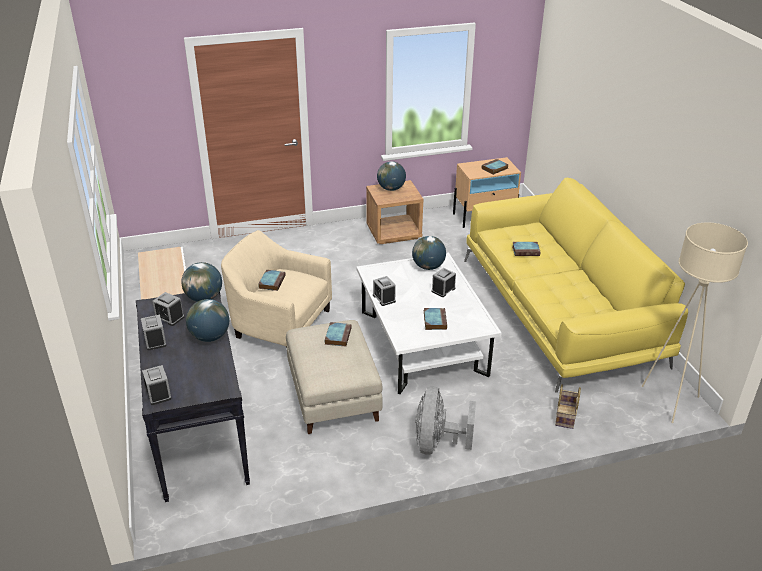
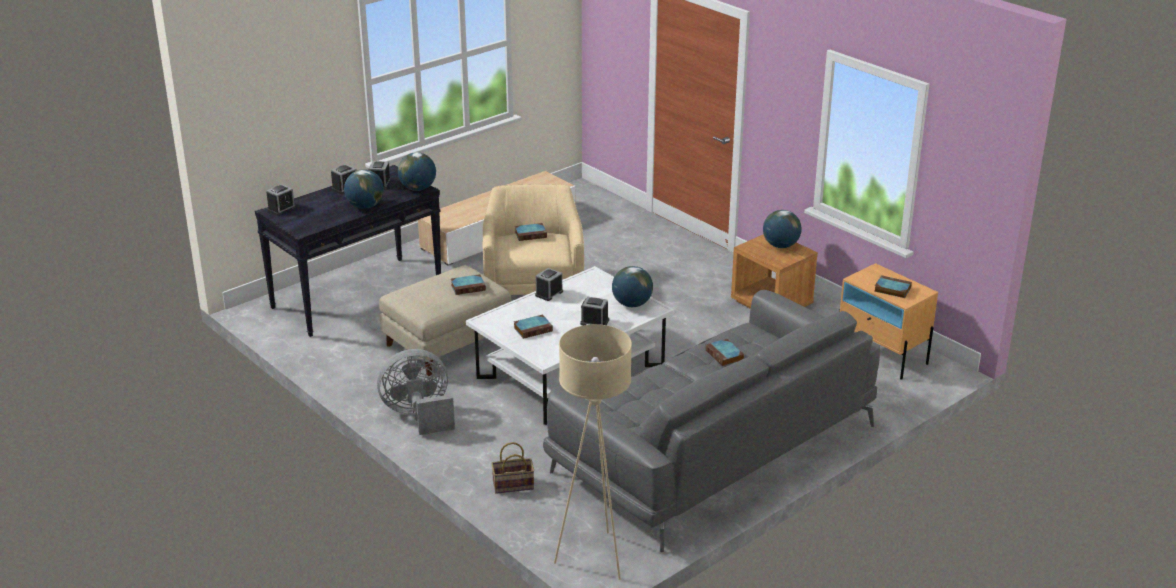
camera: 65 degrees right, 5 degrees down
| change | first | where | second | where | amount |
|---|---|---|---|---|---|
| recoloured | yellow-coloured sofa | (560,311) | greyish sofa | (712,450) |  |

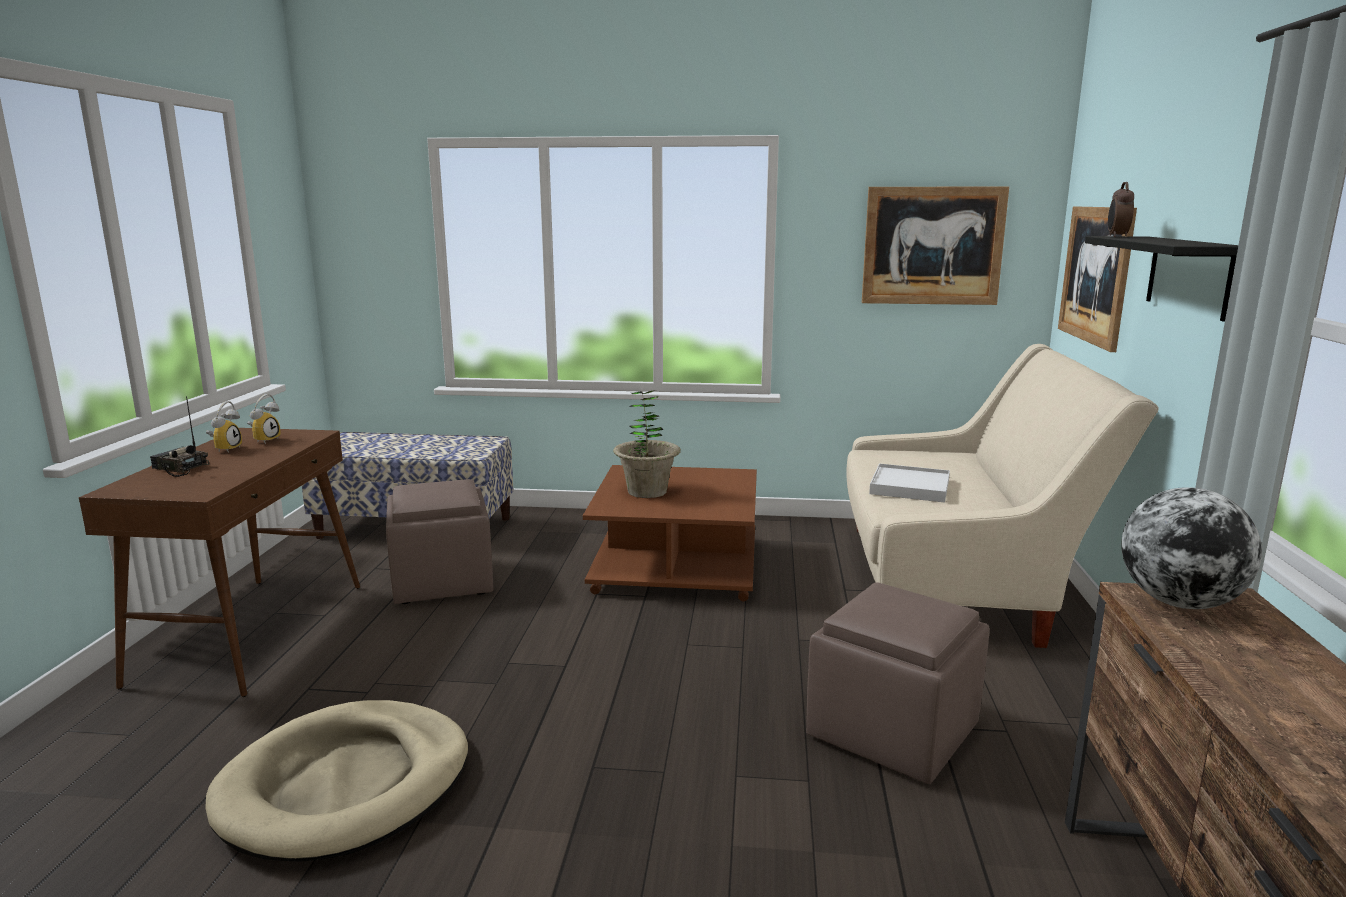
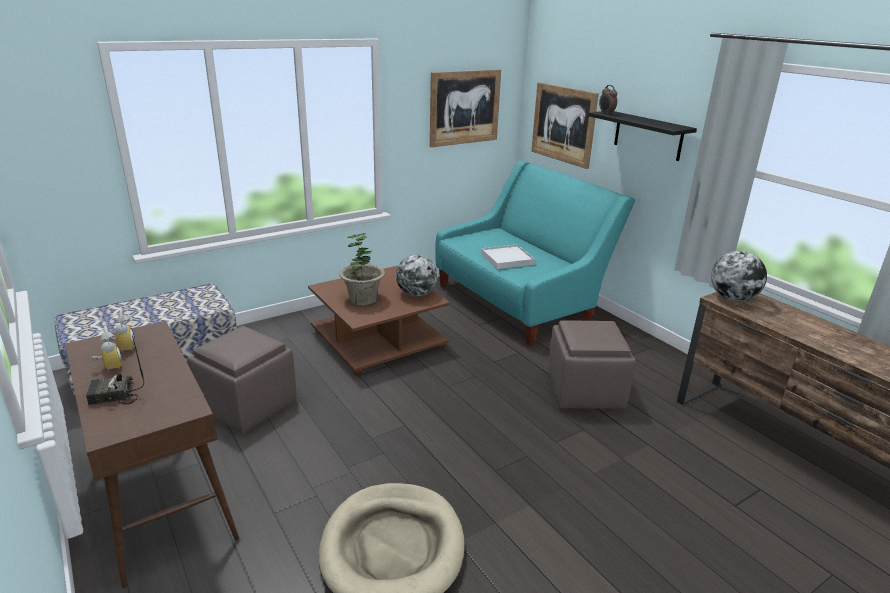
camera: 40 degrees left, 10 degrees up
| change | first | where | second | where | amount |
|---|---|---|---|---|---|
| added |  |  | globe | (416,294) |  |
| recoloured | beige sofa | (957,580) | turquoise-coloured sofa | (519,302) |  |

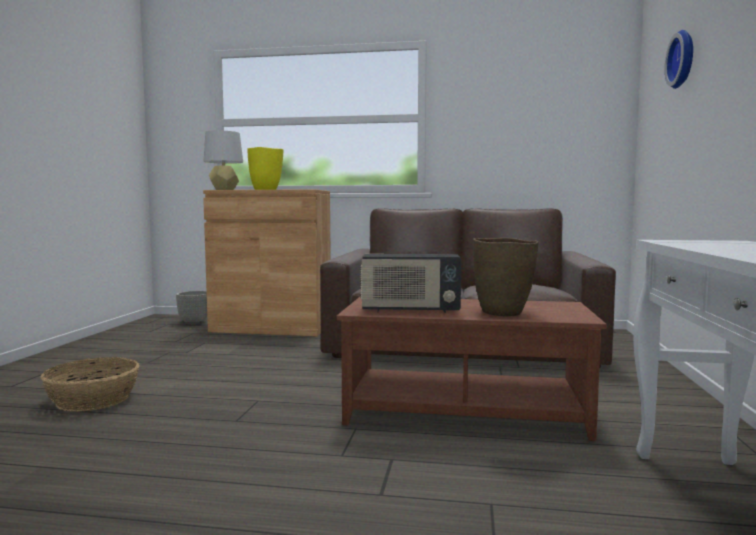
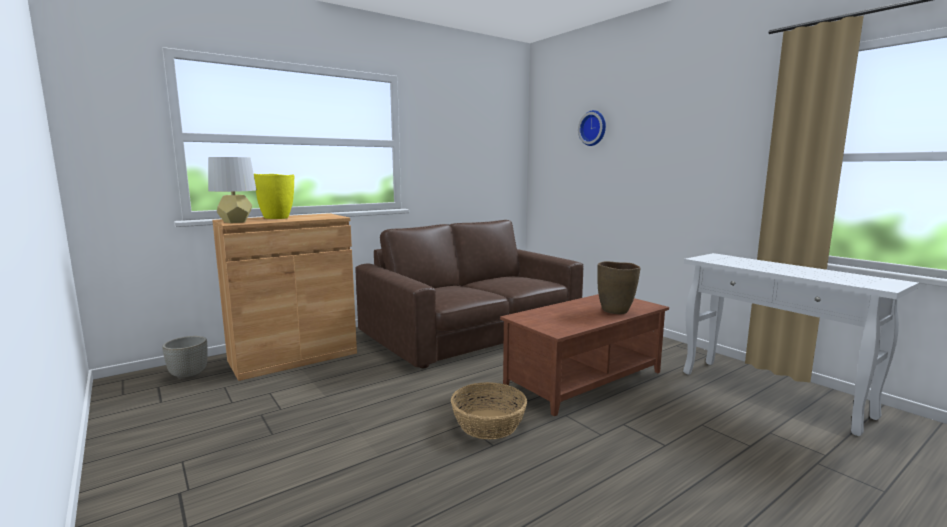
camera: 45 degrees left, 5 degrees up
| change | first | where | second | where | amount |
|---|---|---|---|---|---|
| removed | radio set | (410,310) |  |  |  |
| moved | basket | (94,400) |  | (489,424) |  |

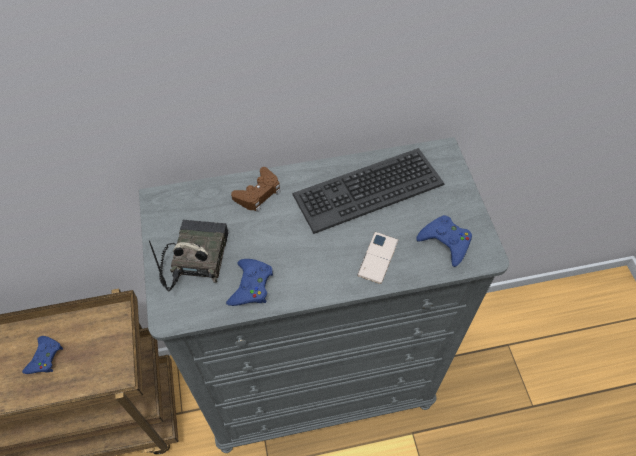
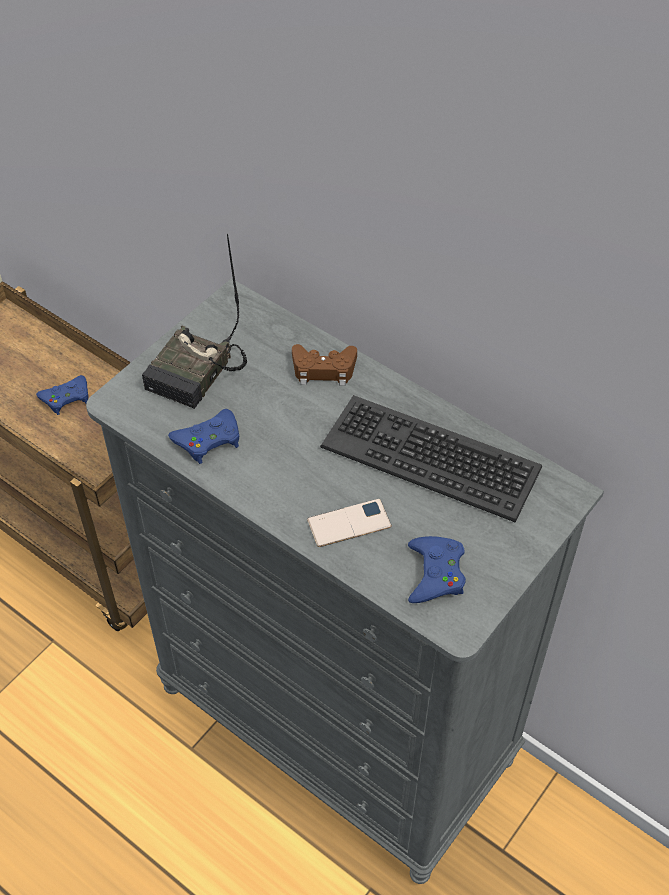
camera: 50 degrees right, 5 degrees down
| change | first | where | second | where | amount |
|---|---|---|---|---|---|
| turned | radio set | (195,258) |  | (197,375) | 150 degrees clockwise |

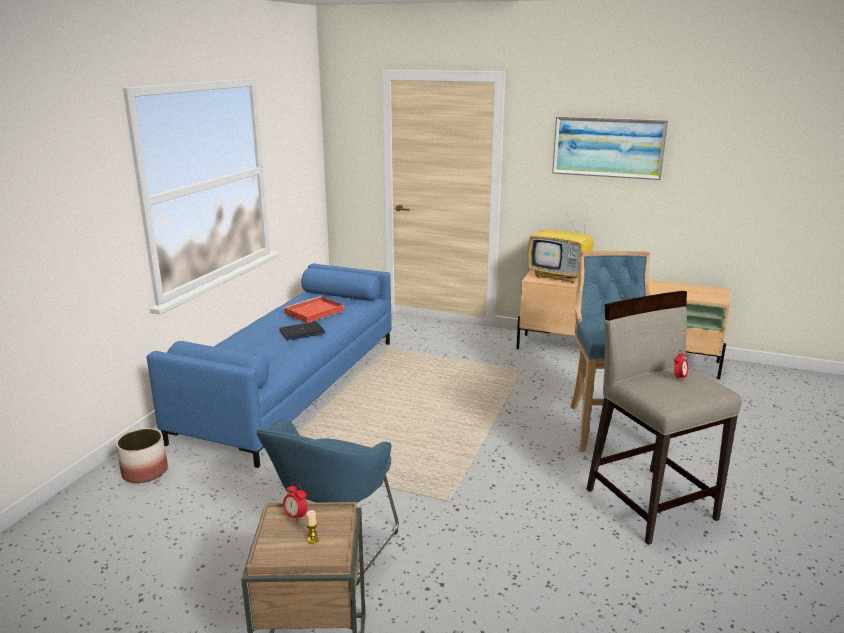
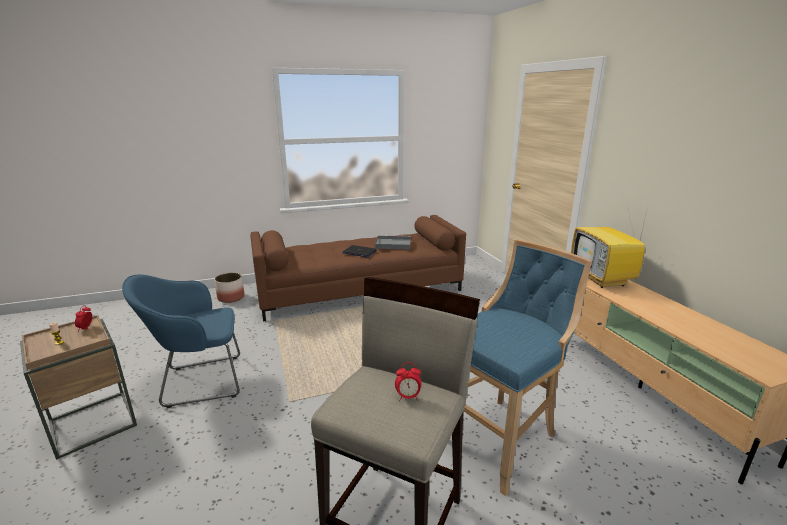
camera: 50 degrees right, 0 degrees up
| change | first | where | second | where | amount |
|---|---|---|---|---|---|
| removed | picture | (608,147) |  |  |  |
| recoloured | blue-coloured sofa | (292,386) | brown sofa | (360,290) |  |
| recoloured | reddish serving tray | (313,312) | greyish serving tray | (392,244) |  |

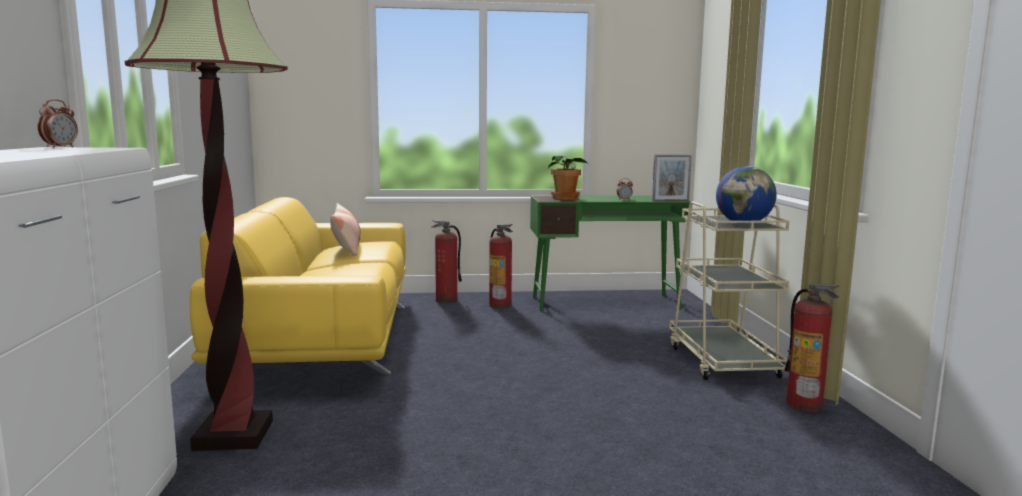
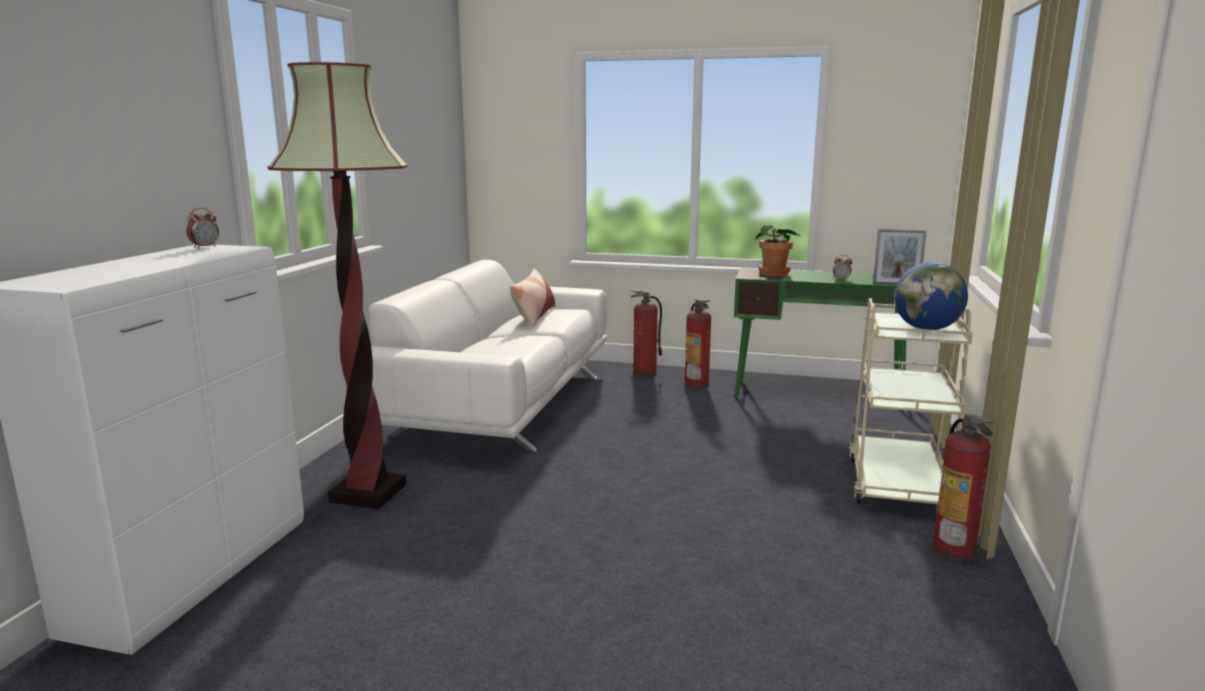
camera: 20 degrees right, 5 degrees up
| change | first | where | second | where | amount |
|---|---|---|---|---|---|
| recoloured | yellow-coloured sofa | (325,336) | whitish sofa | (502,403) |  |

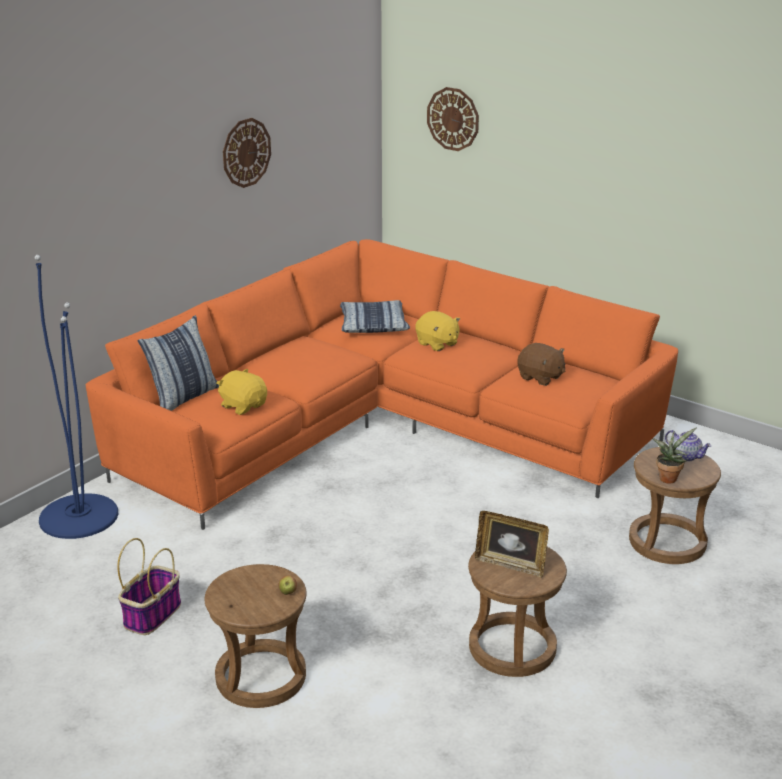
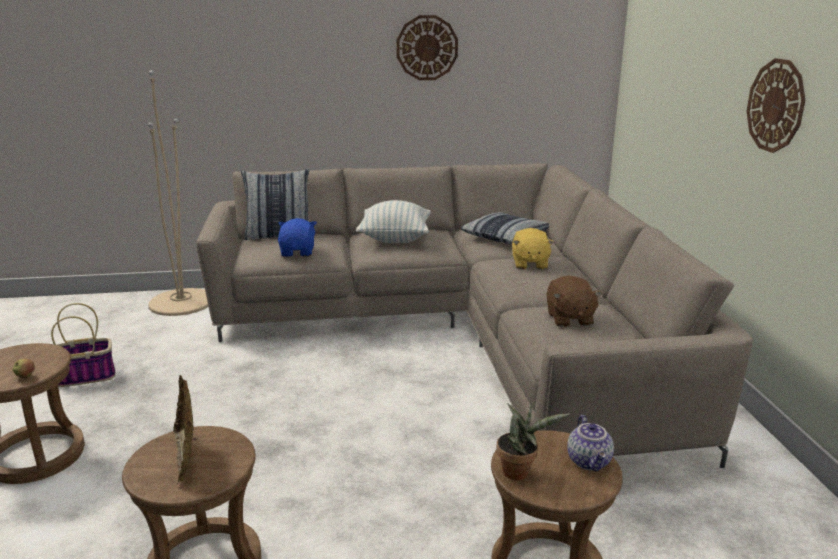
camera: 45 degrees right, 5 degrees down
| change | first | where | second | where | amount |
|---|---|---|---|---|---|
| added |  |  | cushion | (395,239) |  |
| moved | clock on the wall | (453,119) |  | (776,105) |  |
| recoloured | blue-coloured standard lamp | (79,516) | beige standard lamp | (181,302) |  |
| recoloured | orangey sofa | (381,429) | beige sofa | (461,333) |  |
| recoloured | yellow-coloured plush toy | (243,406) | blue-coloured plush toy | (298,252) |  |

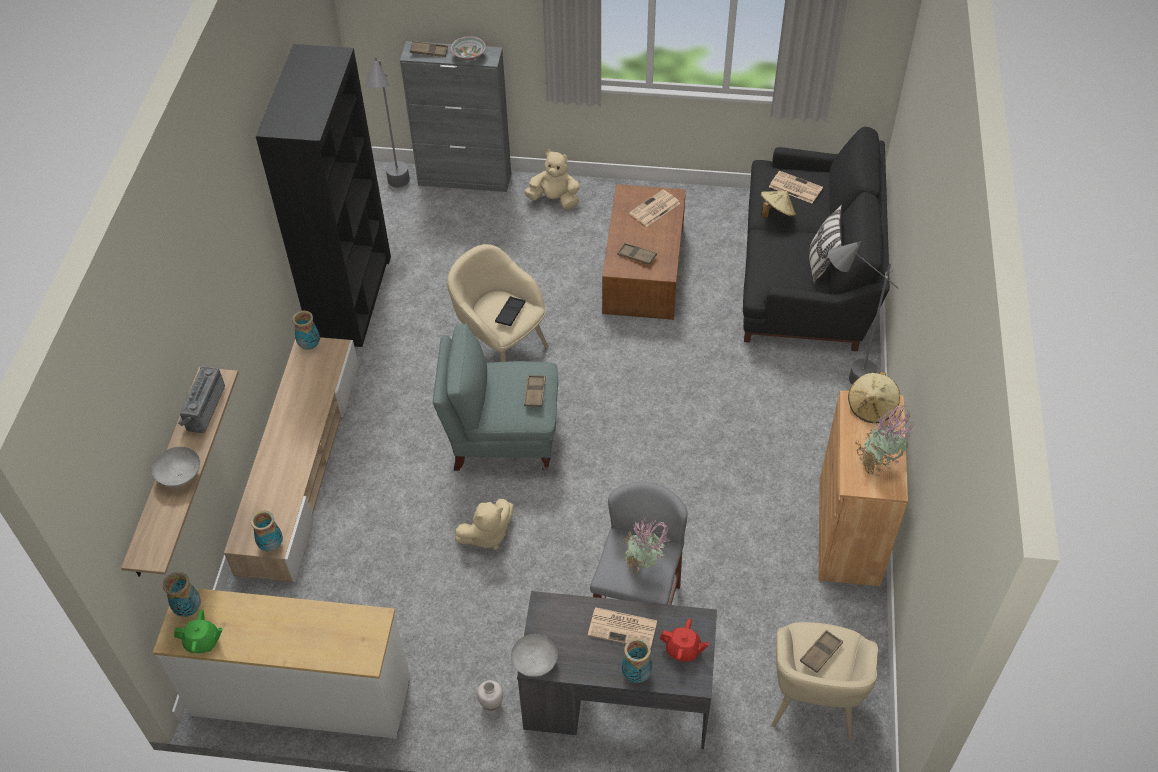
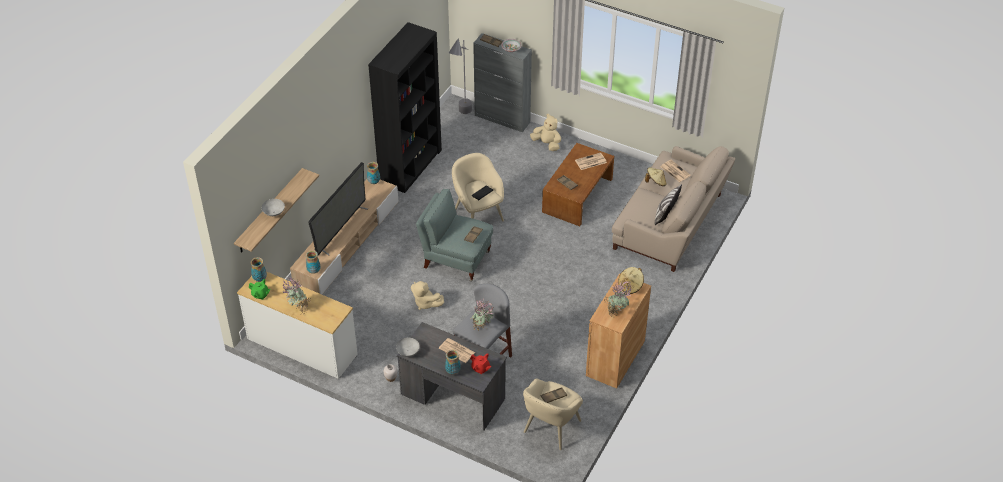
camera: 20 degrees right, 5 degrees down
| change | first | where | second | where | amount |
|---|---|---|---|---|---|
| removed | radio set | (203,408) |  |  |  |
| removed | greyish standard lamp | (840,379) |  |  |  |
| added |  |  | potted plant | (298,309) |  |
| added |  |  | television | (341,229) |  |
| recoloured | black-coloured sofa | (808,272) | beige sofa | (671,222) |  |
| turned | beige plush toy | (487,535) |  | (425,303) | 45 degrees clockwise |

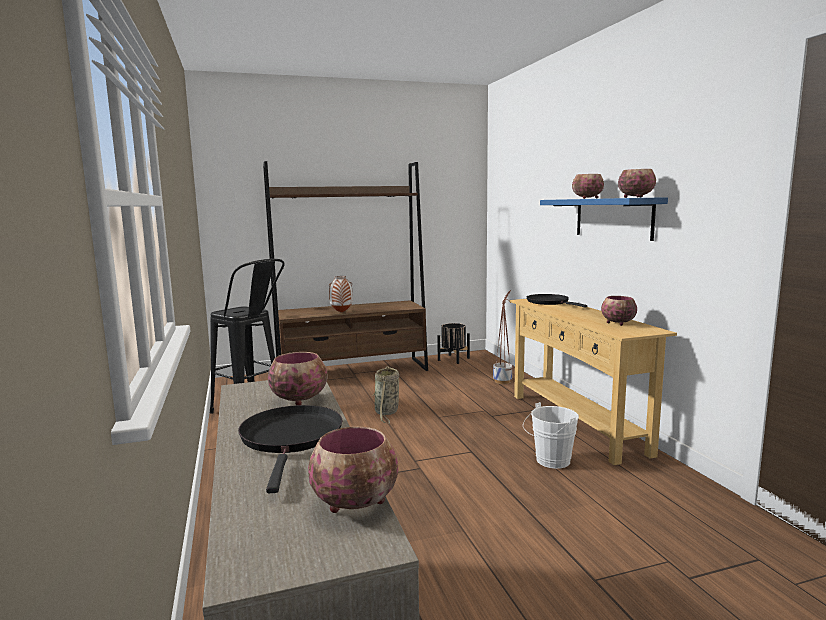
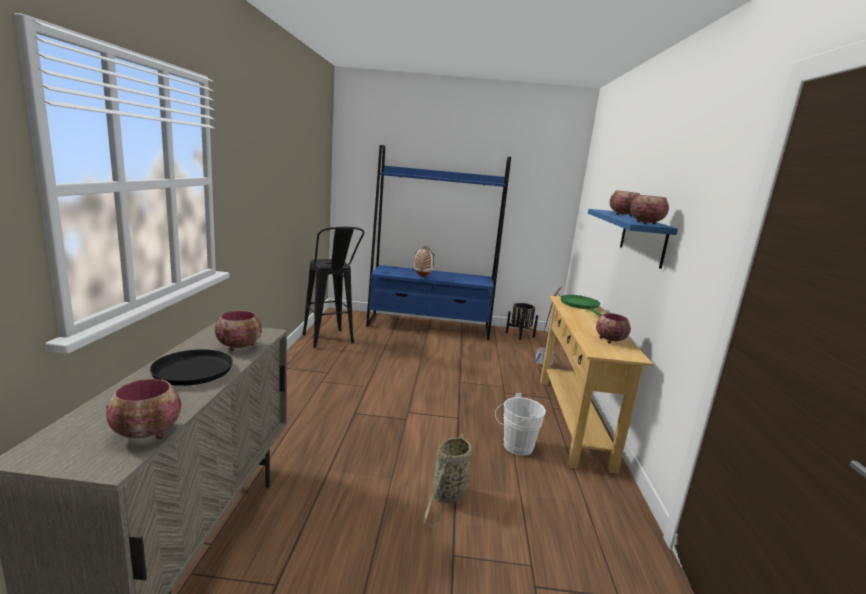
camera: 20 degrees right, 5 degrees up
| change | first | where | second | where | amount |
|---|---|---|---|---|---|
| moved | basket | (386,413) |  | (447,496) |  |
| recoloured | brown bookcase | (353,372) | blue-coloured bookcase | (429,326) |  |
| recoloured | black-coloured pan | (550,302) | green-coloured pan | (581,305) |  |

